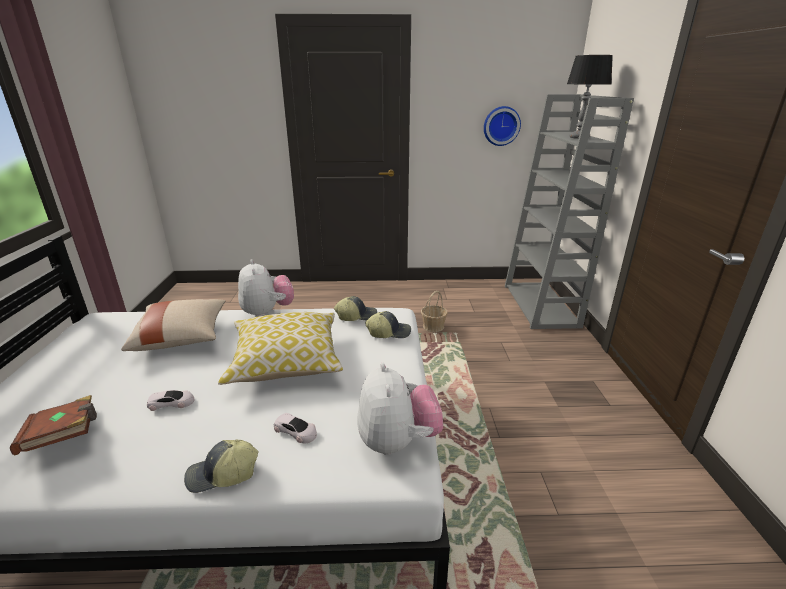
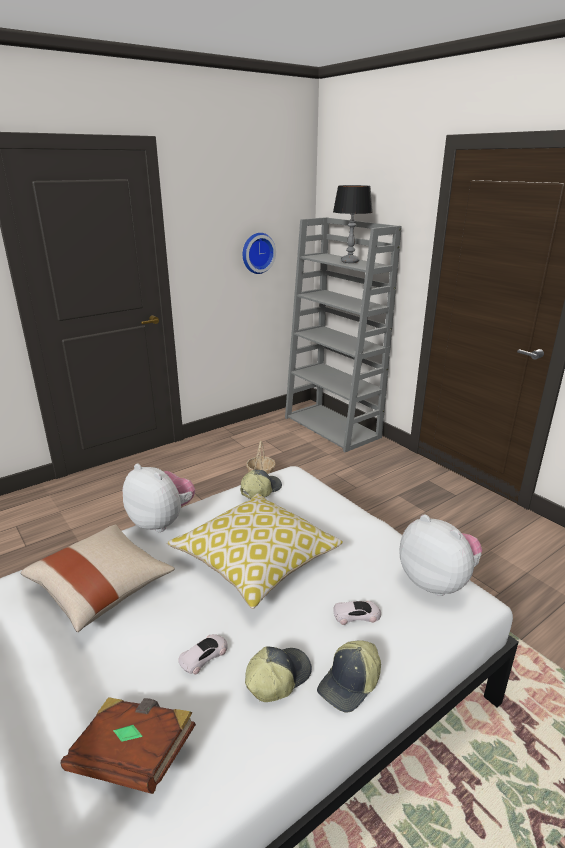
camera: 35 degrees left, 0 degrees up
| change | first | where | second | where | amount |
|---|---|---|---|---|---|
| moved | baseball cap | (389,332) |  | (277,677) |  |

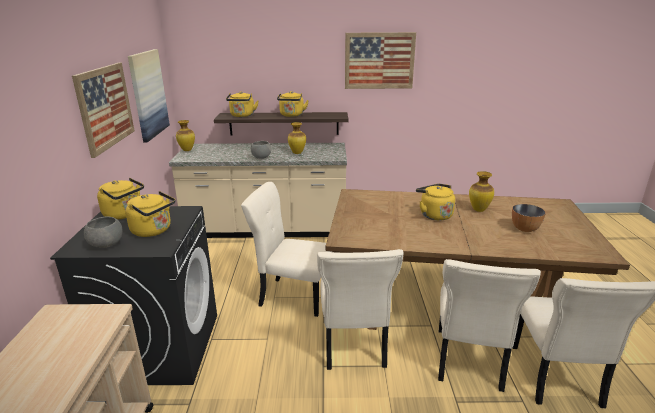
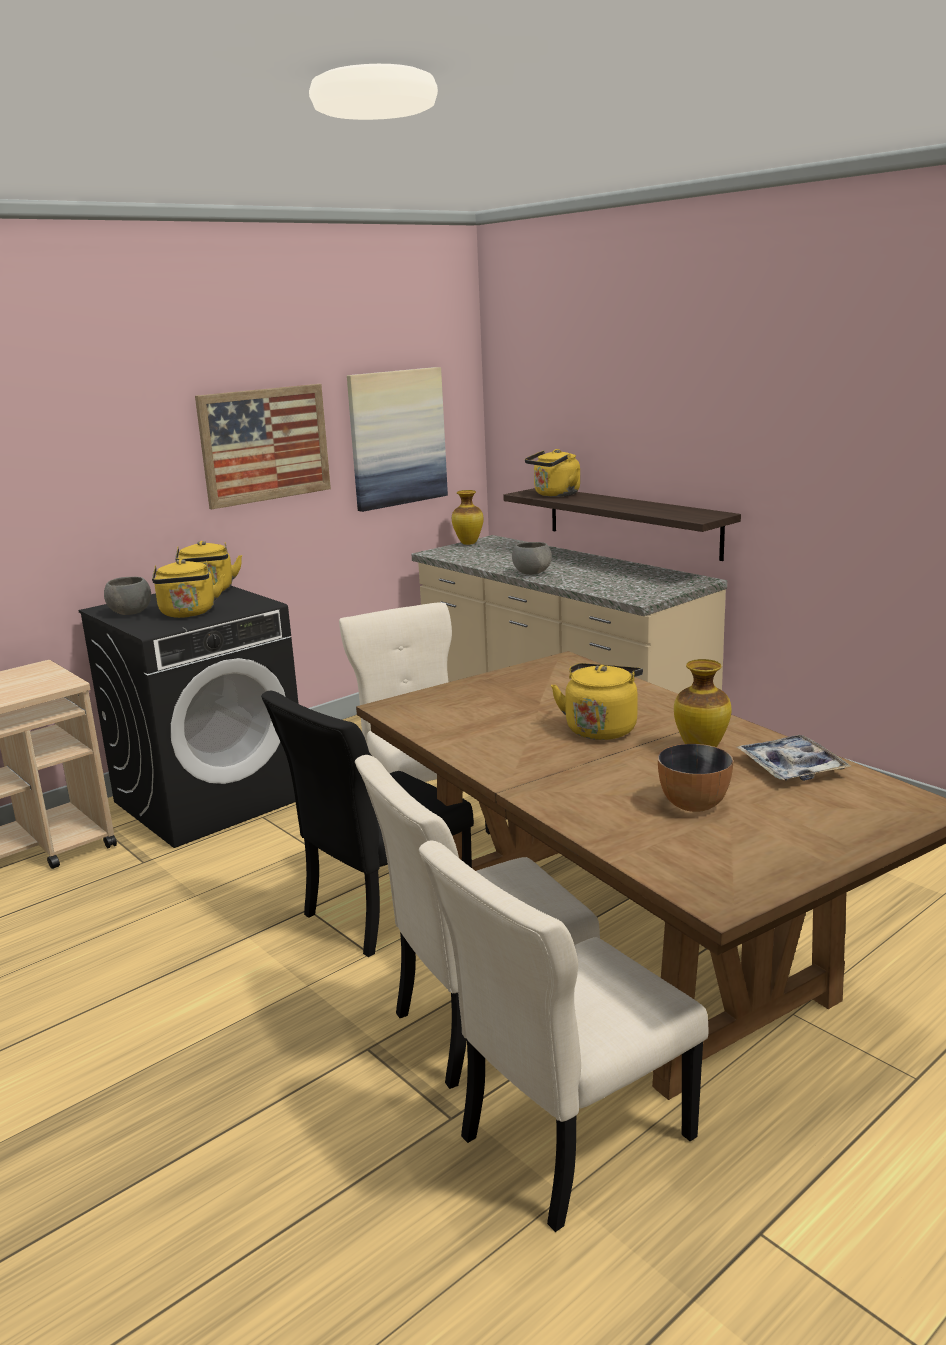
camera: 50 degrees right, 5 degrees down
| change | first | where | second | where | amount |
|---|---|---|---|---|---|
| removed | yellow-coloured tea kettle | (292,115) |  |  |  |
| removed | vase | (297,153) |  |  |  |
| removed | picture | (379,61) |  |  |  |
| added |  |  | serving tray | (791,767) |  |
| recoloured | beige plain chair | (353,345) | black-coloured plain chair | (381,911) |  |

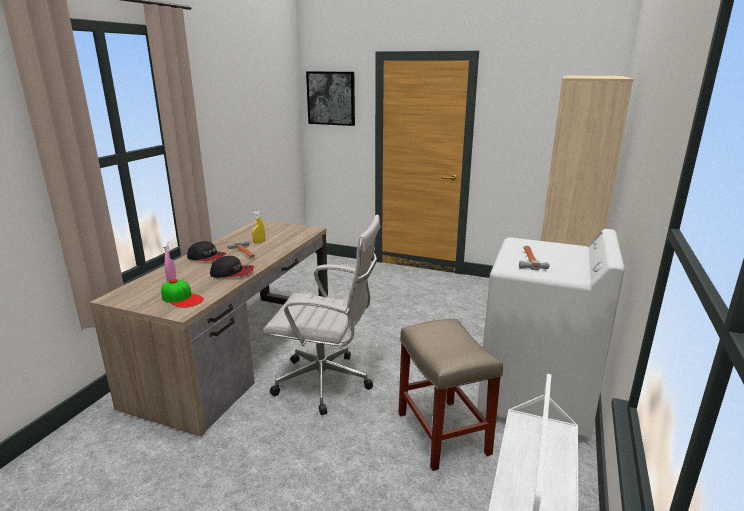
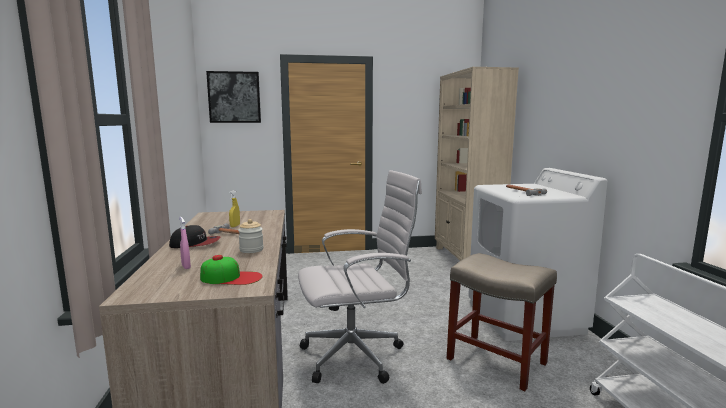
camera: 30 degrees left, 10 degrees down
| change | first | where | second | where | amount |
|---|---|---|---|---|---|
| replaced | baseball cap | (232,273) | jar | (251,250) |  |

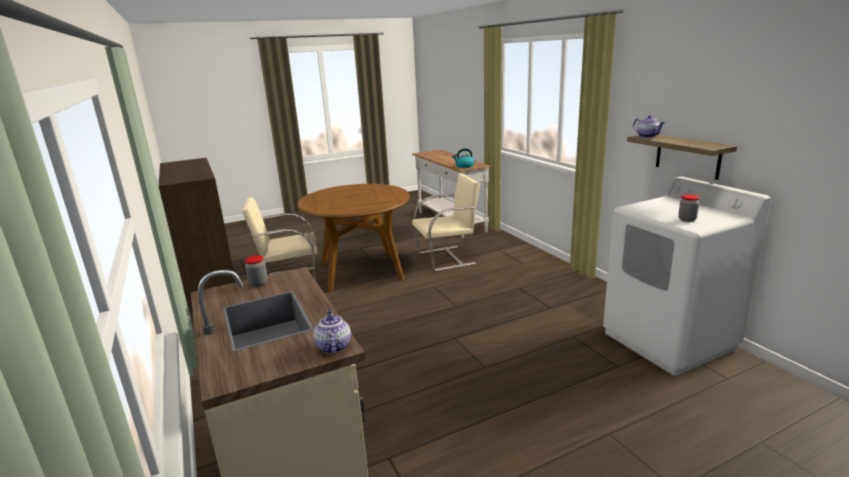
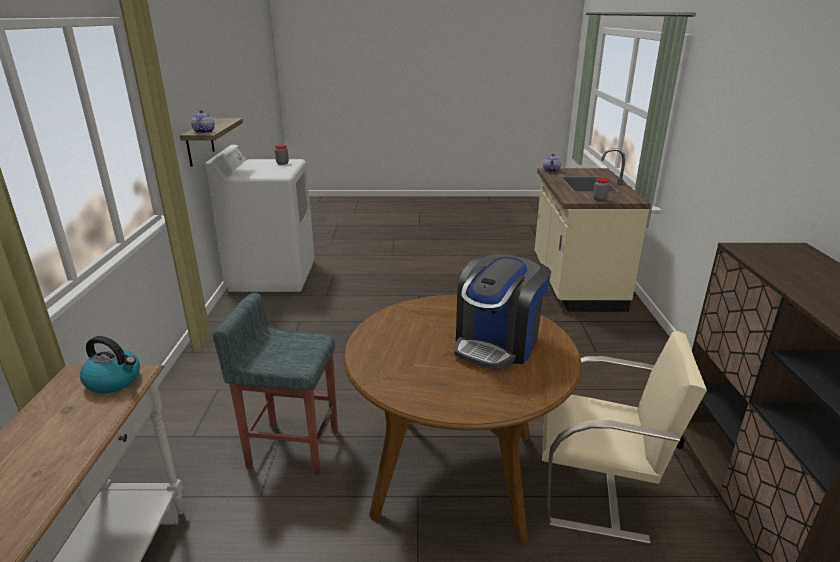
camera: 155 degrees left, 5 degrees up
| change | first | where | second | where | amount |
|---|---|---|---|---|---|
| added |  |  | coffee machine | (497,343) |  |
| replaced | beige plain chair | (447,258) | greyish sitting stool | (292,447) |  |

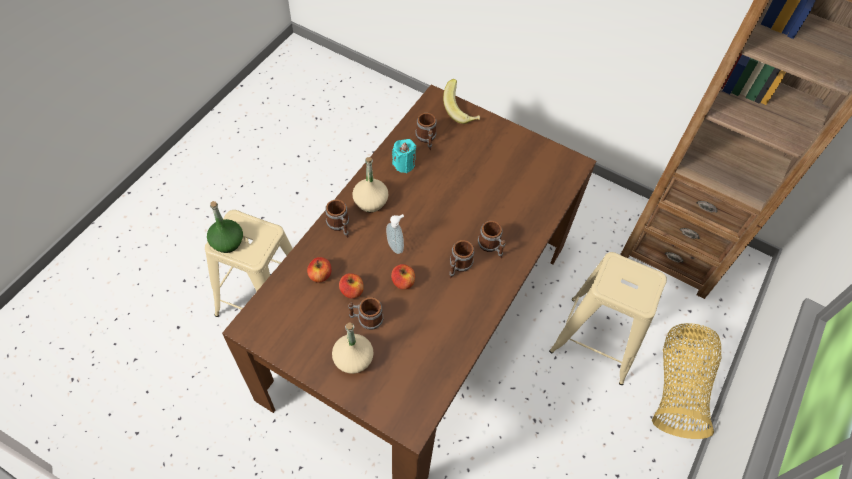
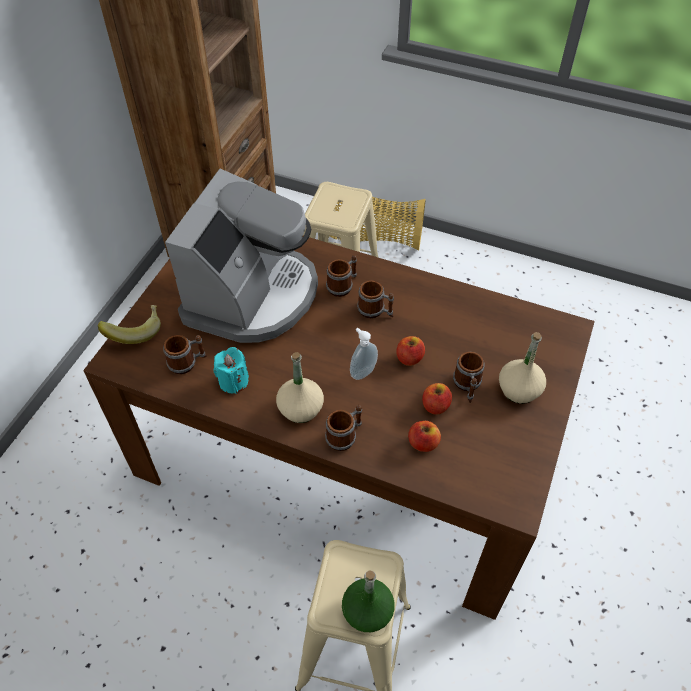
camera: 95 degrees left, 5 degrees down
| change | first | where | second | where | amount |
|---|---|---|---|---|---|
| added |  |  | coffee machine | (252,296) |  |

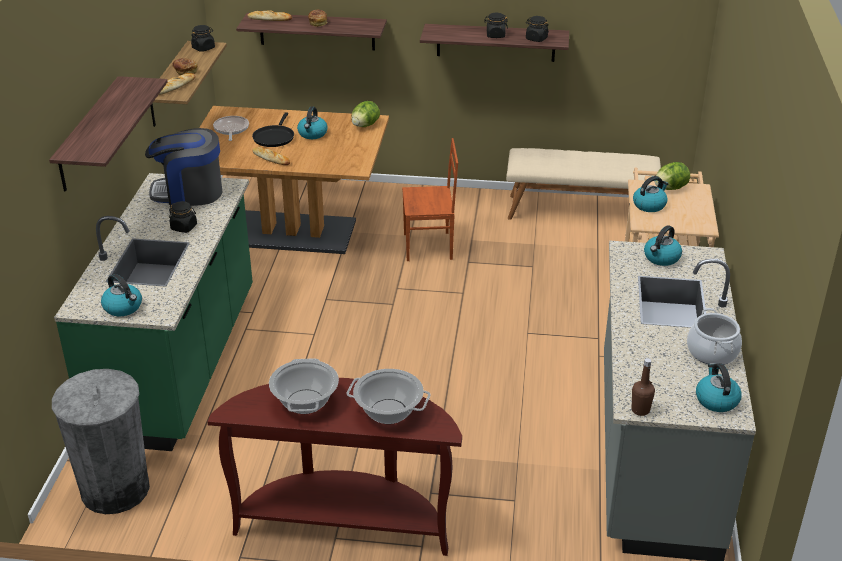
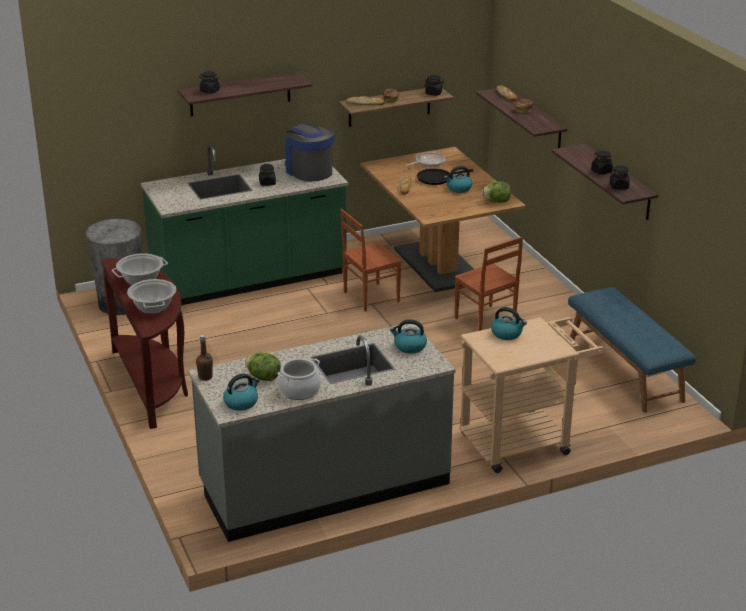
camera: 60 degrees right, 5 degrees down
| change | first | where | second | where | amount |
|---|---|---|---|---|---|
| removed | tea kettle | (123,307) |  |  |  |
| added |  |  | black-coloured jar | (209,91) |  |
| added |  |  | brown plain chair | (370,297) |  |
| moved | lettuce | (670,188) |  | (263,377) |  |
| recoloured | beige long seat | (580,211) | blue-coloured long seat | (625,370) |  |

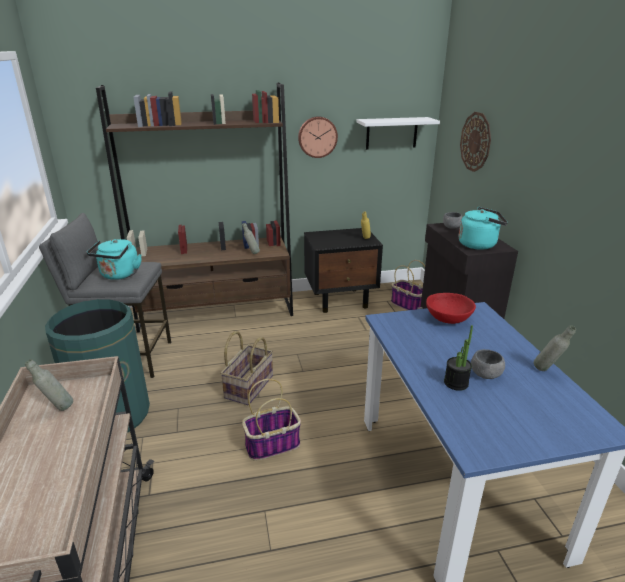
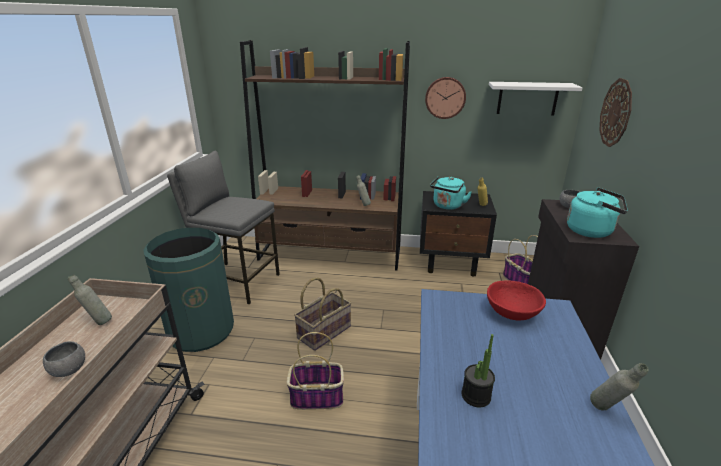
camera: 20 degrees right, 0 degrees up
| change | first | where | second | where | amount |
|---|---|---|---|---|---|
| moved | turquoise-coloured tea kettle | (119,275) |  | (447,206) |  |
| moved | greyish bowl | (485,374) |  | (69,370) |  |

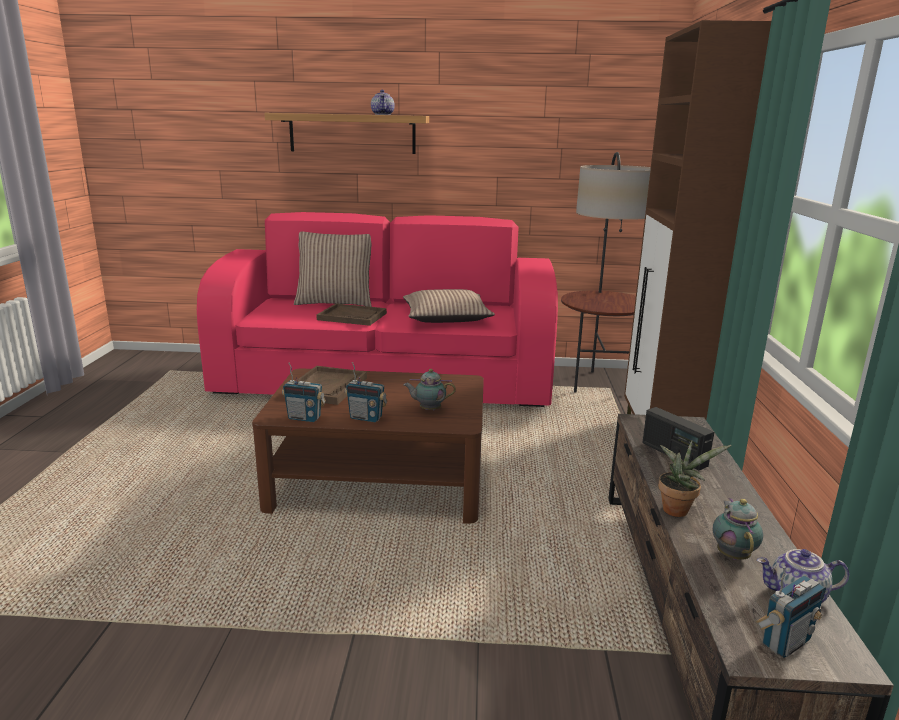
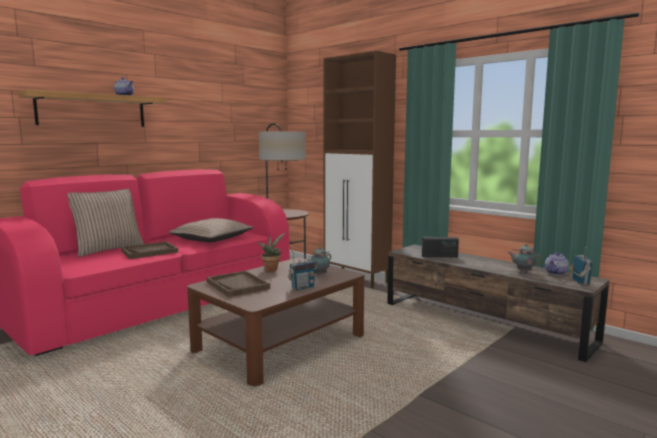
camera: 50 degrees left, 10 degrees down
| change | first | where | second | where | amount |
|---|---|---|---|---|---|
| removed | radio set | (304,418) |  |  |  |
| moved | potted plant | (678,509) |  | (271,269) |  |

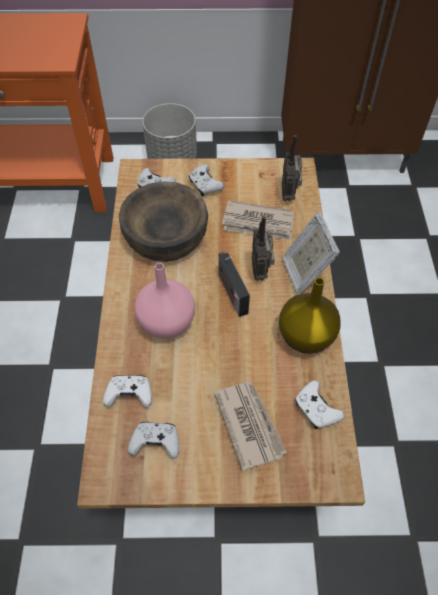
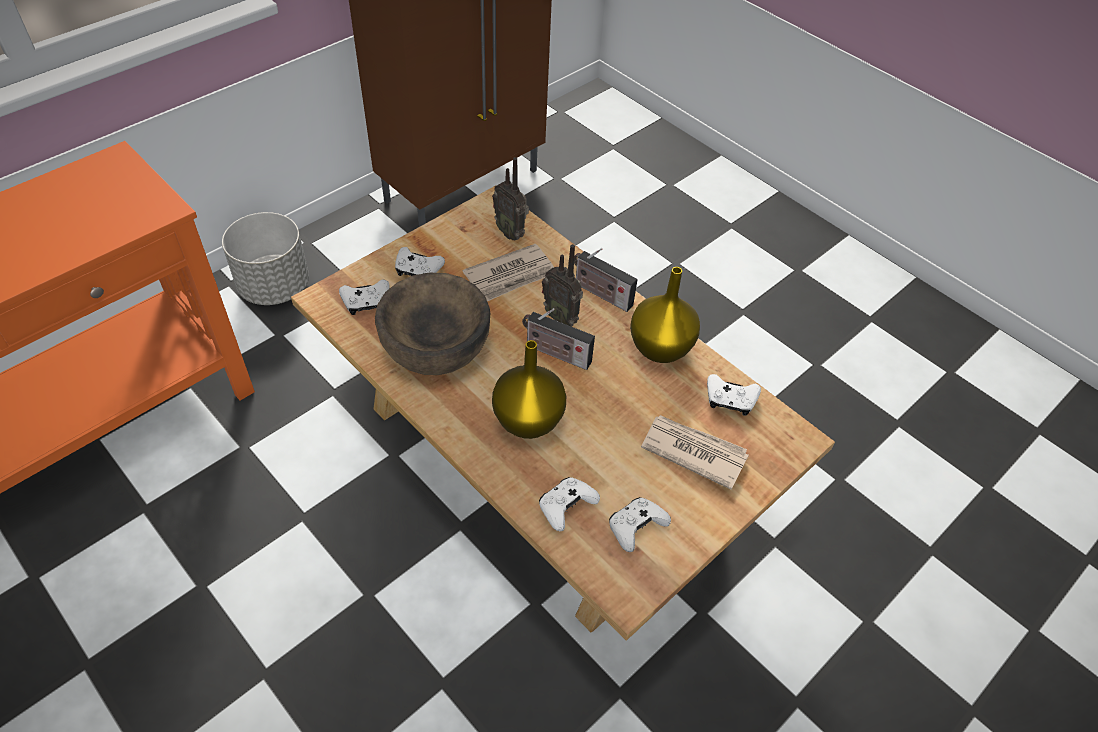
camera: 45 degrees left, 5 degrees down
| change | first | where | second | where | amount |
|---|---|---|---|---|---|
| replaced | photo frame | (305,272) | radio set | (600,293) |  |
| recoloured | pink-coloured vase | (168,324) | yellow-coloured vase | (529,420) |  |

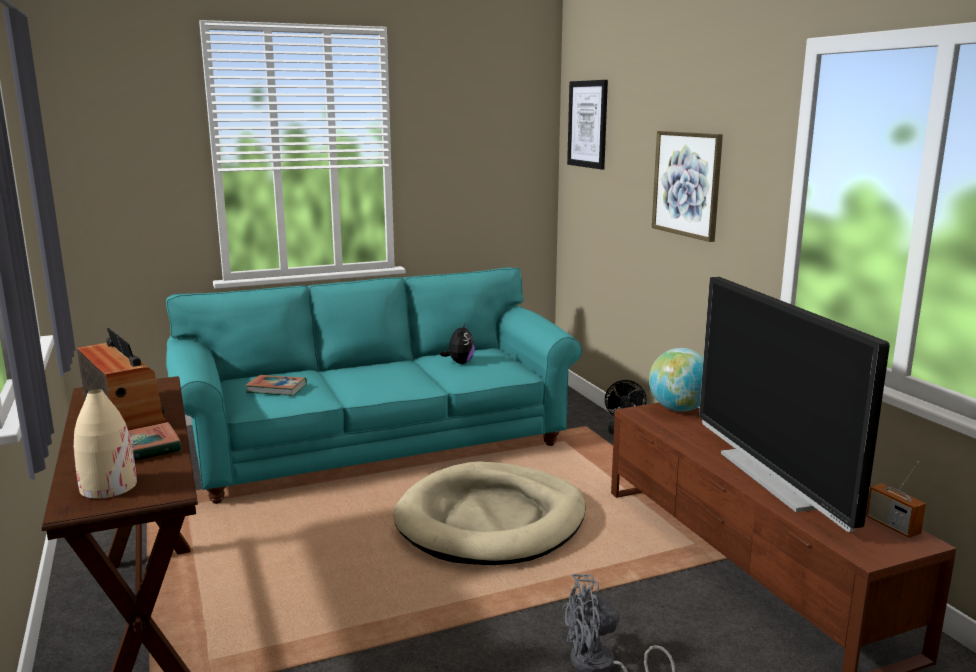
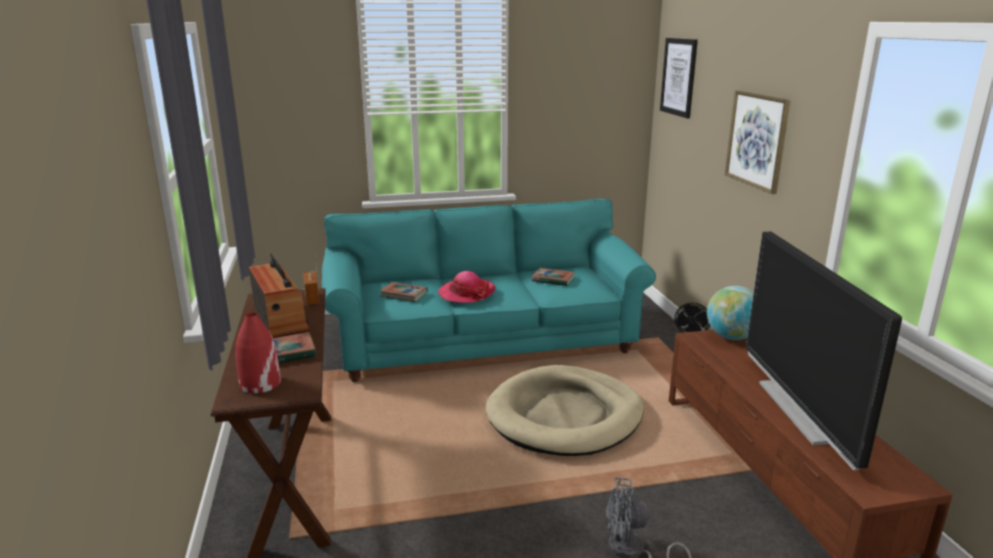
camera: 10 degrees right, 5 degrees up
| change | first | where | second | where | amount |
|---|---|---|---|---|---|
| added |  |  | hat | (466,293) |  |
| moved | radio set | (892,526) |  | (312,298) |  |
| replaced | plush toy | (459,362) | volume | (553,280) |  |
| recoloured | beige vase | (108,487) | reddish vase | (260,384) |  |

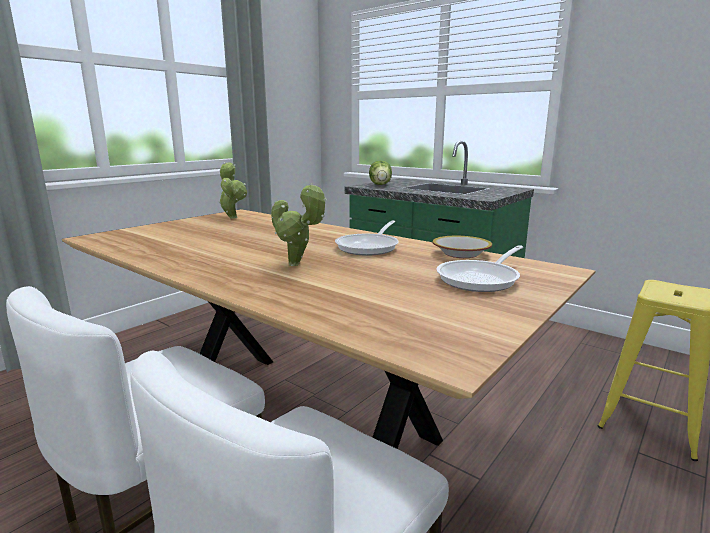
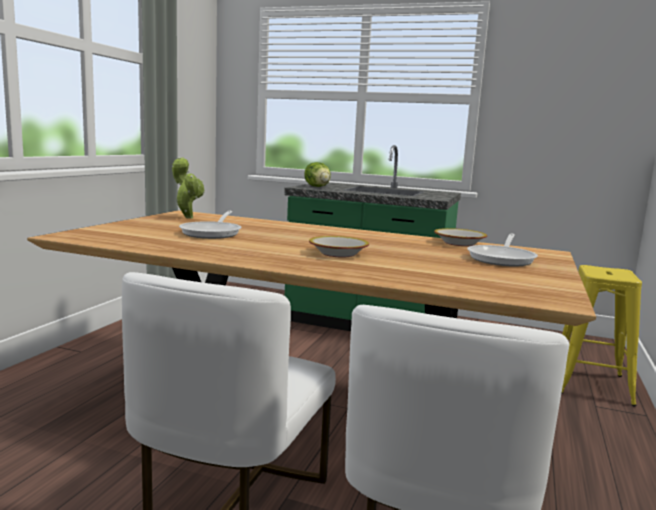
camera: 20 degrees left, 5 degrees down
| change | first | where | second | where | amount |
|---|---|---|---|---|---|
| moved | pan | (370,247) |  | (213,233) |  |
| replaced | potted plant | (297,265) | bowl | (338,253) |  |

